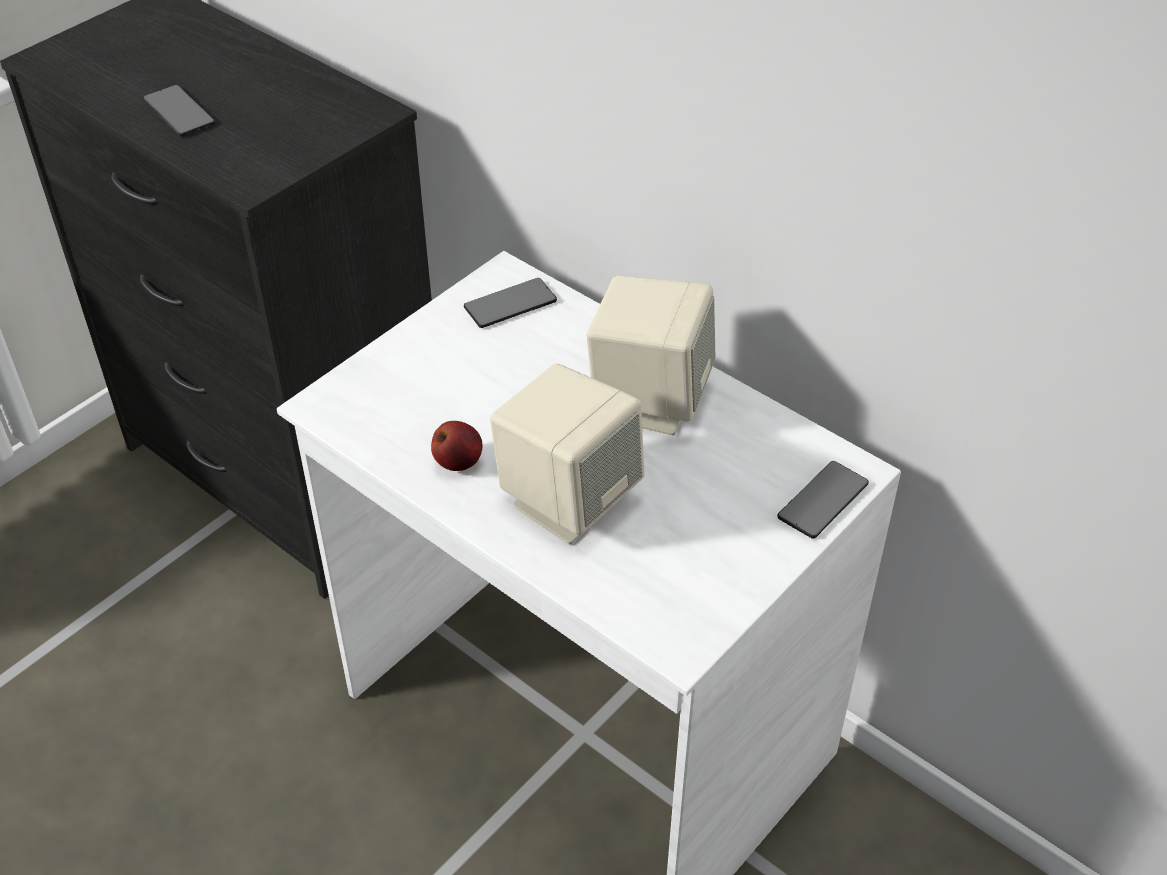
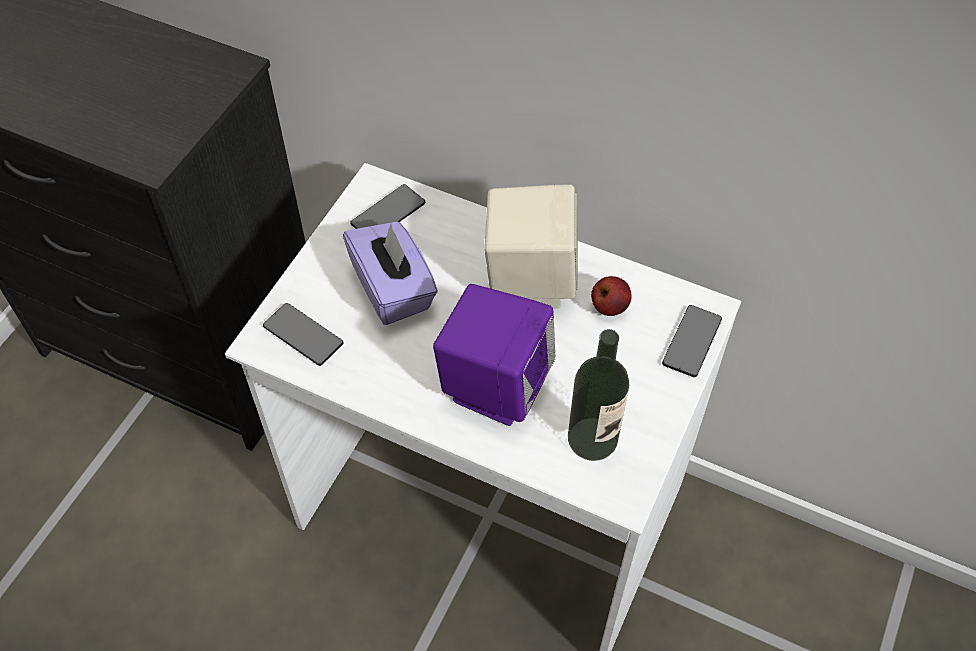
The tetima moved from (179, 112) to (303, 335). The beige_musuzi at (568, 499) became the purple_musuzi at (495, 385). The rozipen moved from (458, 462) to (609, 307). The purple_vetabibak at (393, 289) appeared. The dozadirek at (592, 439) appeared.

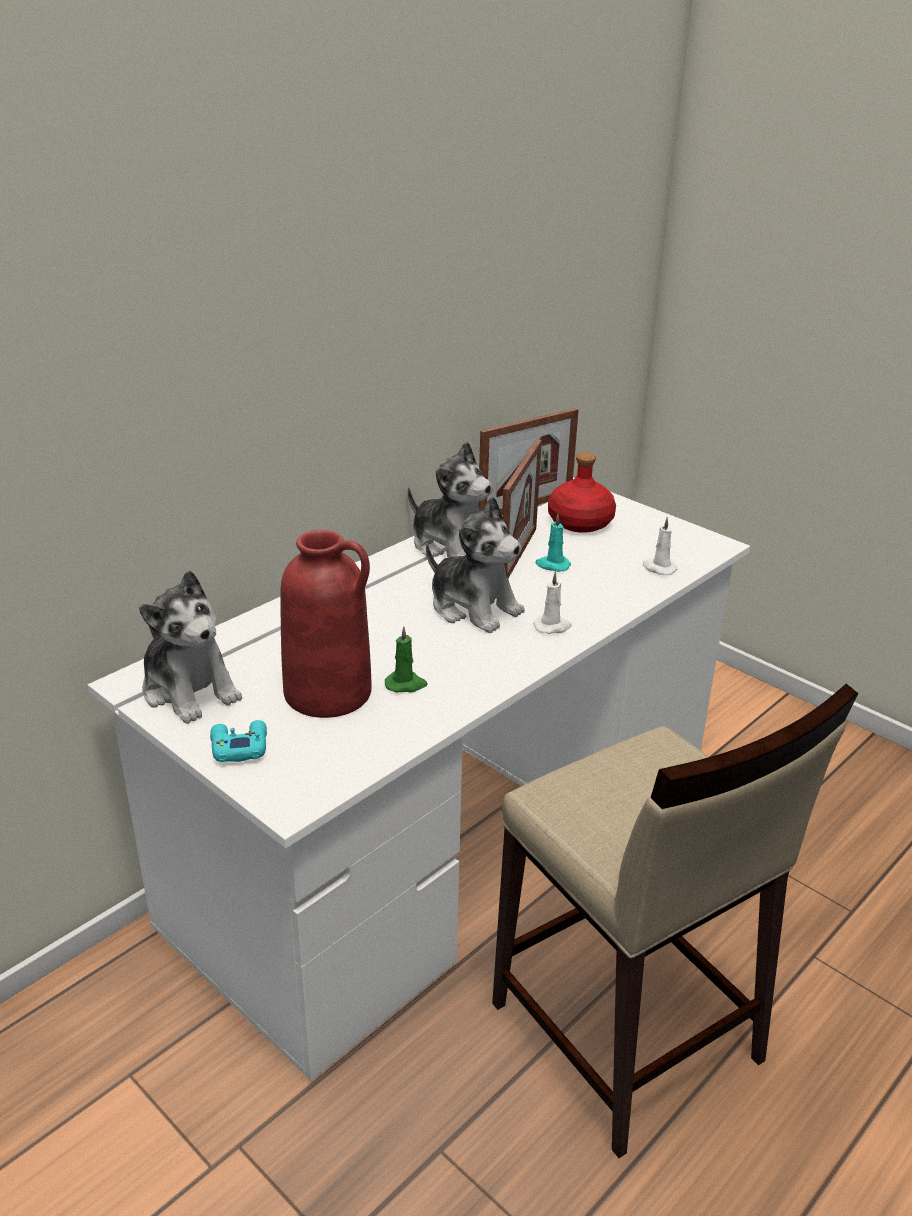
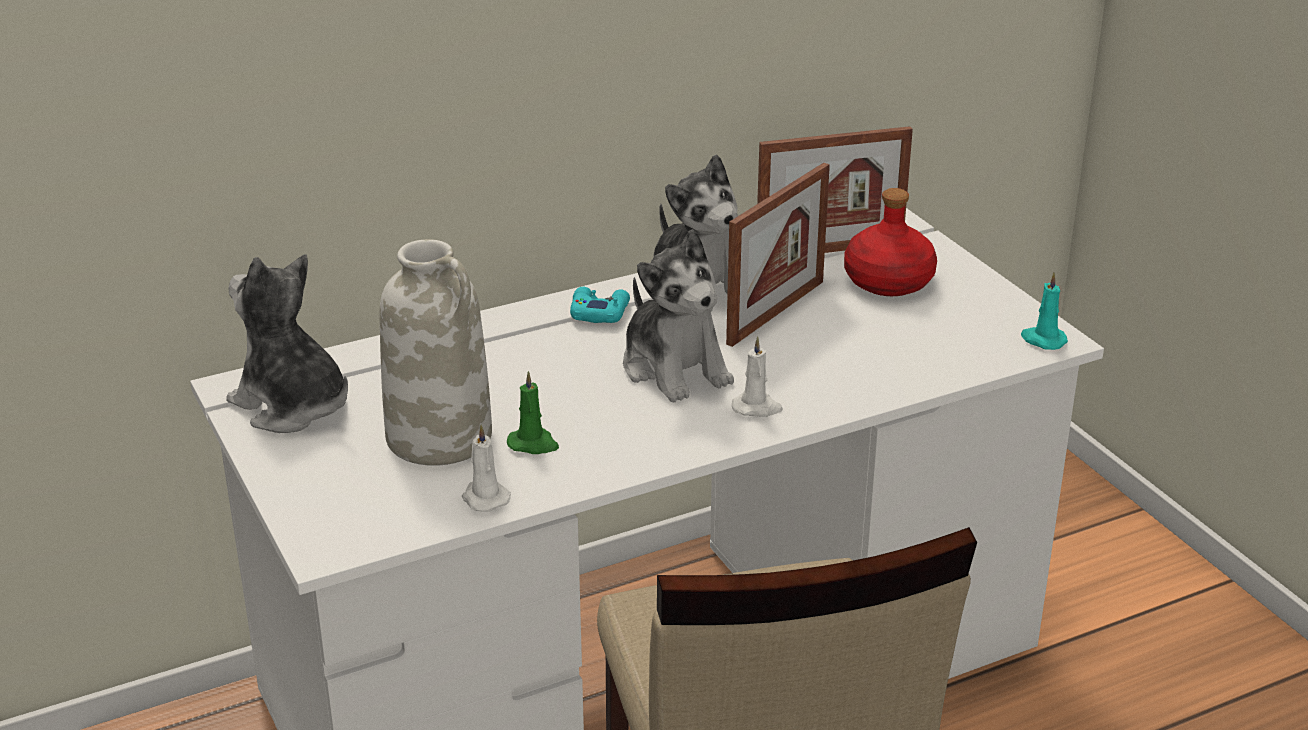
The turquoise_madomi moved from (552, 565) to (1042, 340). The white_madomi moved from (658, 568) to (484, 498). The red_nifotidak at (329, 692) became the white_nifotidak at (441, 437). The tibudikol at (190, 690) turned 150 degrees clockwise. The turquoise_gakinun moved from (239, 747) to (599, 312).

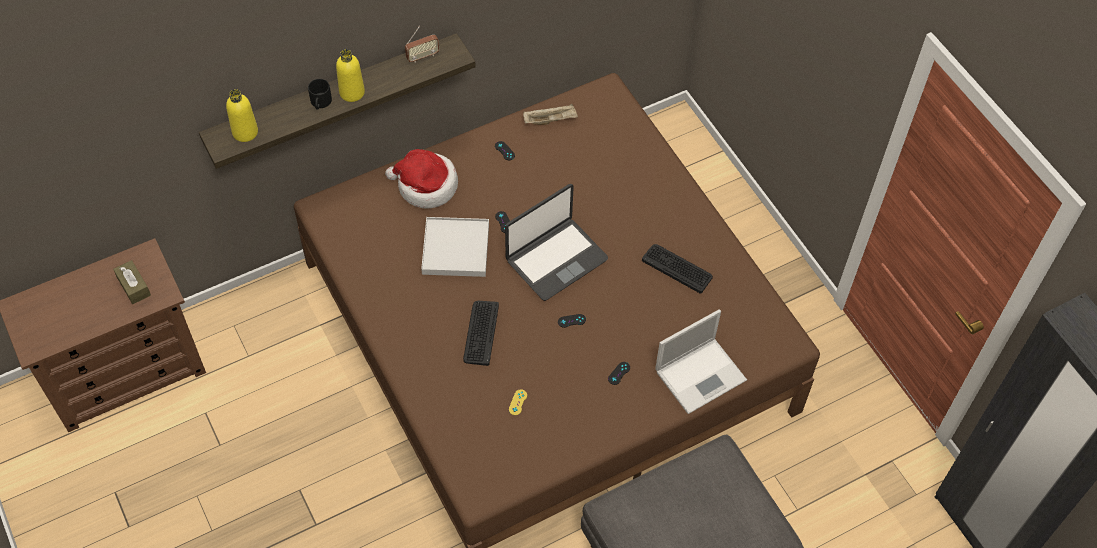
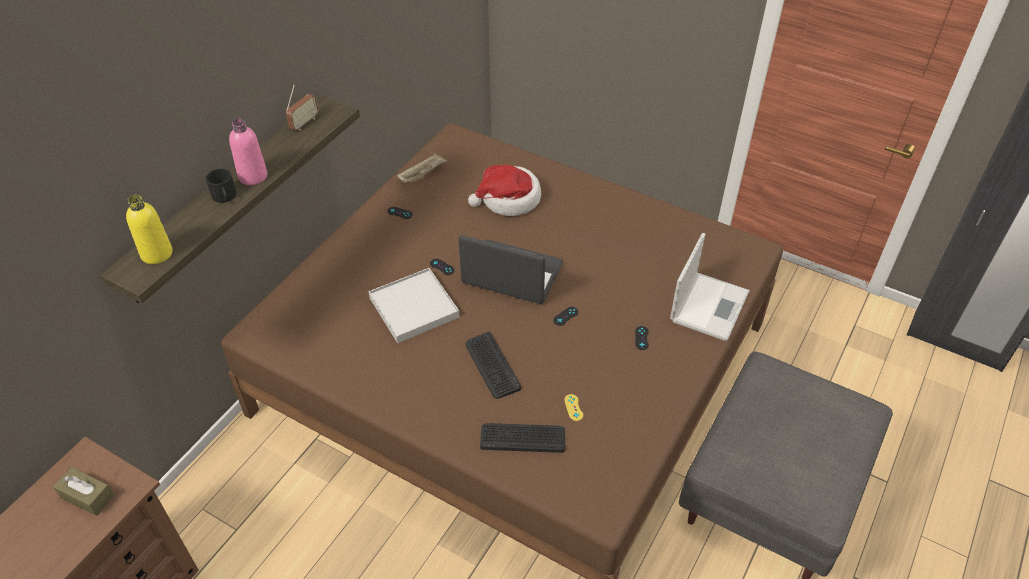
The yellow_dozadirek at (352, 92) became the pink_dozadirek at (253, 176). The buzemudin moved from (425, 186) to (508, 199). The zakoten at (556, 259) turned 90 degrees counterclockwise. The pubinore moved from (677, 268) to (522, 438).

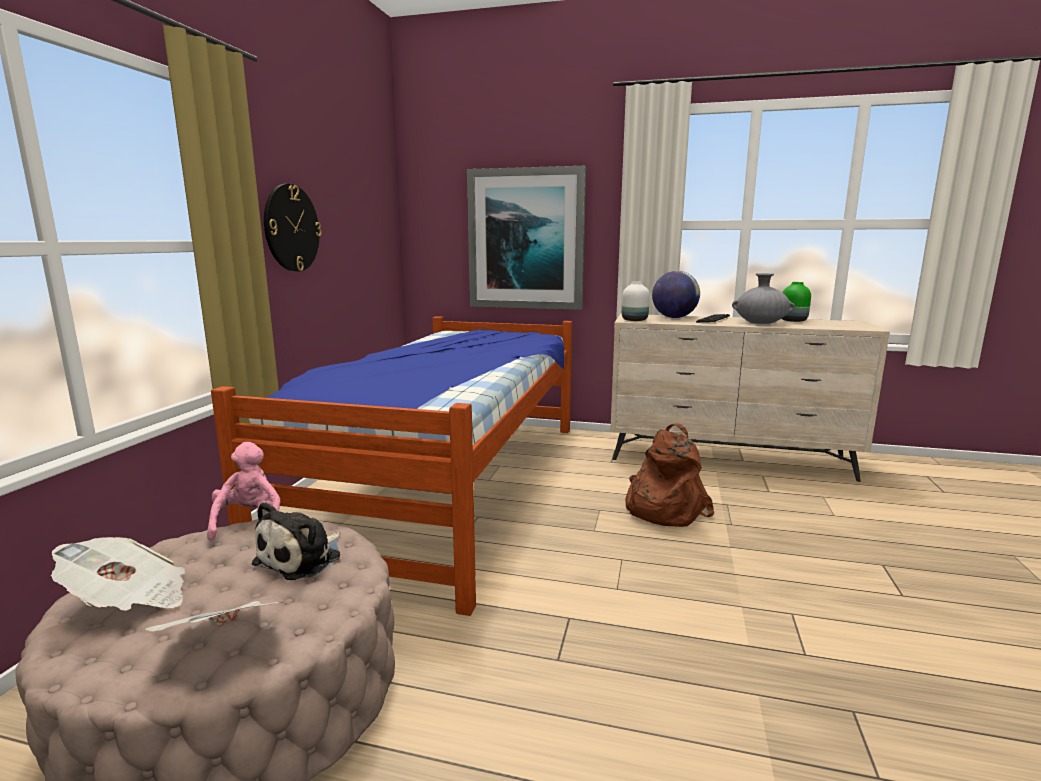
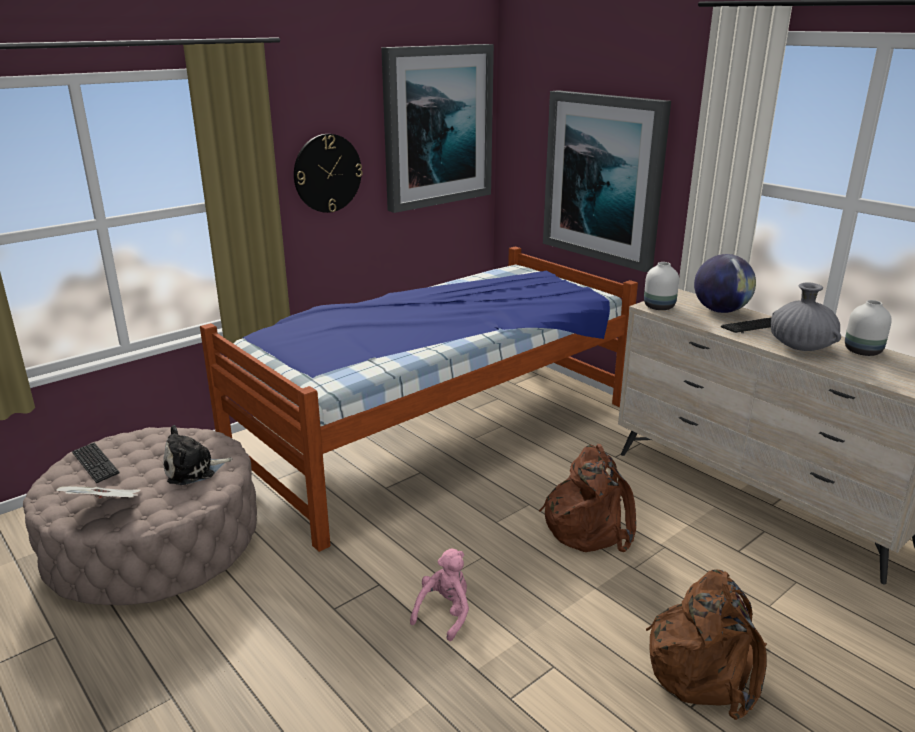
The green_nifotidak at (793, 320) became the white_nifotidak at (863, 351). The pink_tibudikol moved from (249, 523) to (445, 613). The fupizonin at (130, 600) was replaced by the pubinore at (95, 464). The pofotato at (437, 126) appeared. The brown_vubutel at (706, 667) appeared.

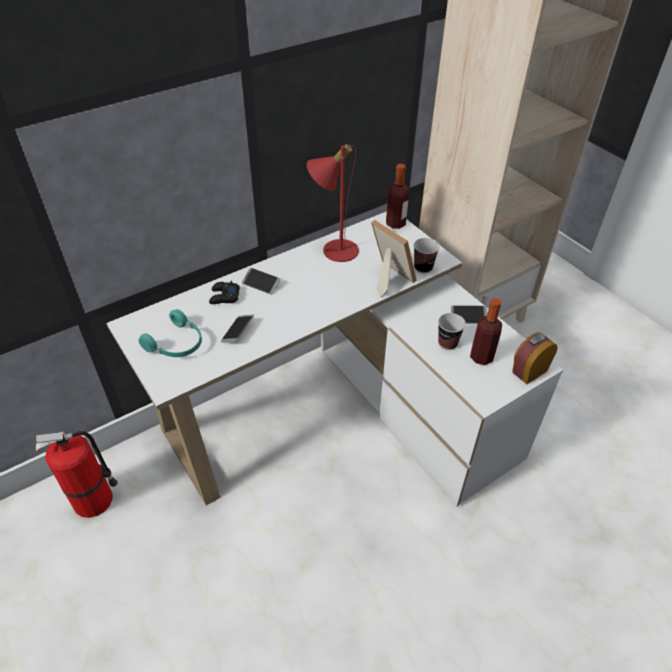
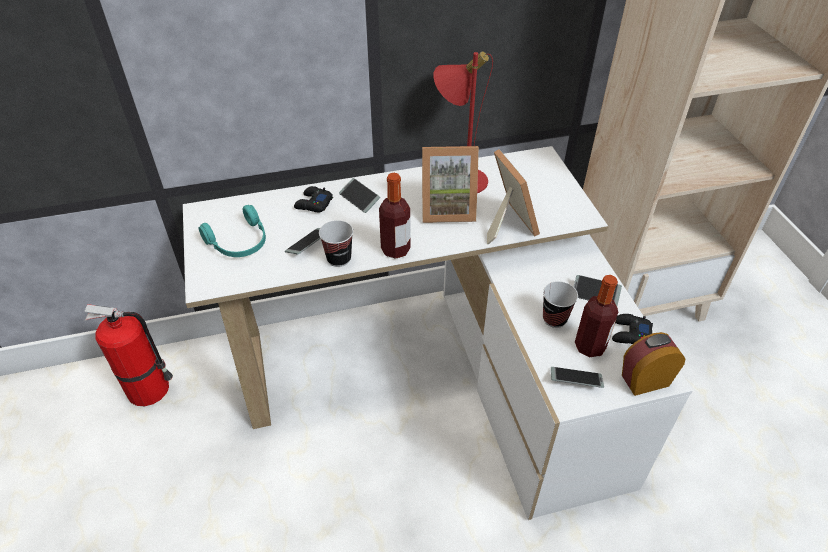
The dozadirek moved from (395, 223) to (395, 249). The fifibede moved from (423, 268) to (339, 259). The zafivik at (447, 209) appeared. The black_gakinun at (630, 334) appeared. The tetima at (575, 380) appeared.

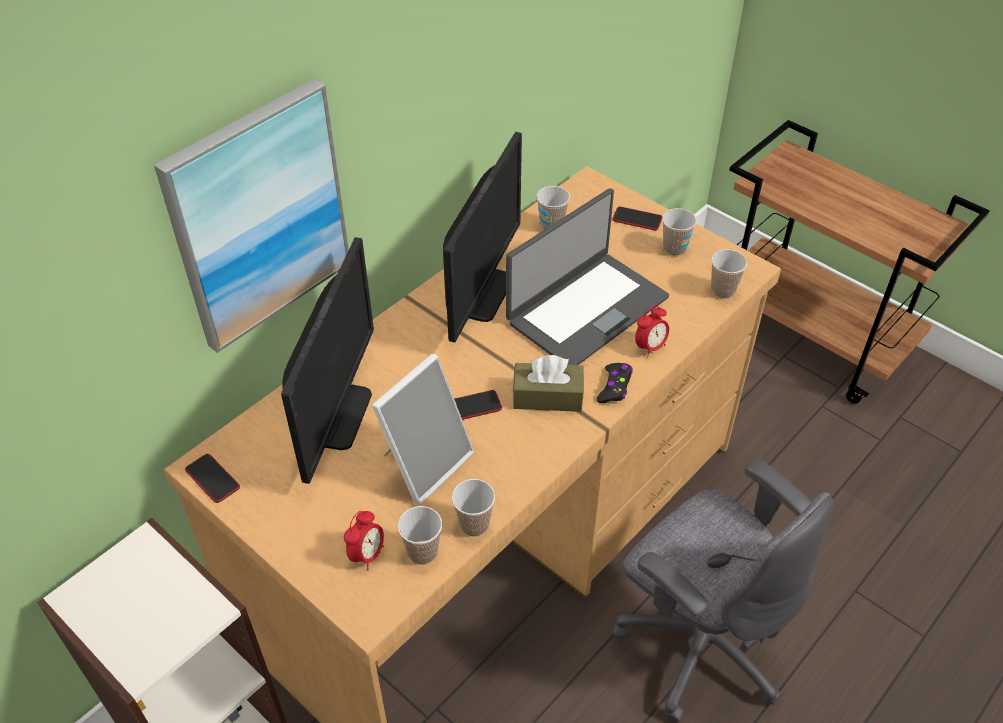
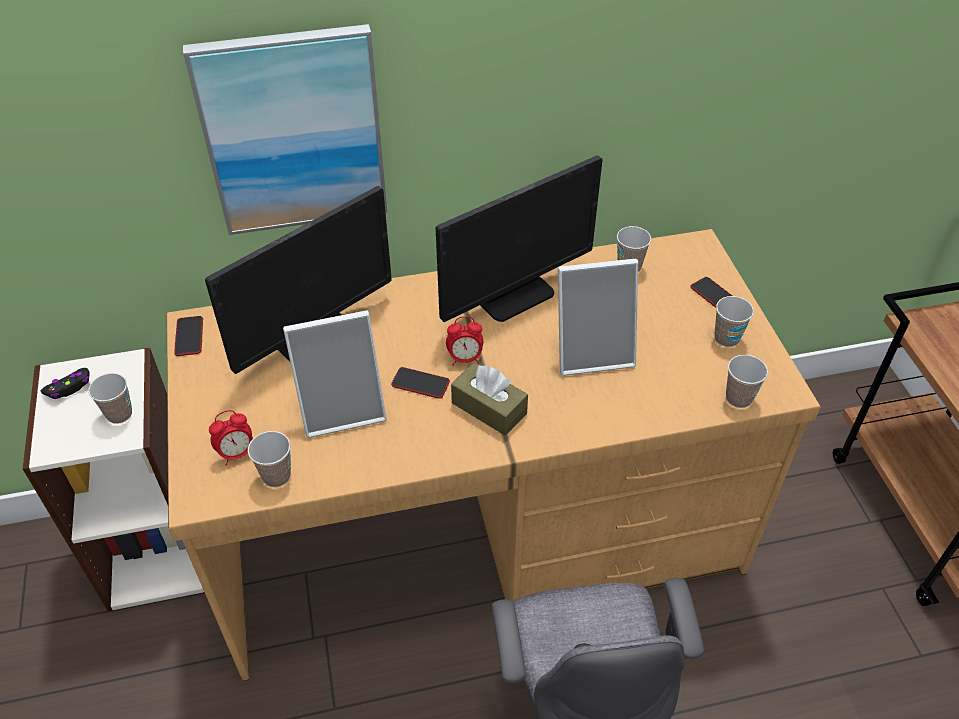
The zakoten at (586, 309) was replaced by the zafivik at (592, 352). The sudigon moved from (650, 347) to (465, 359). The black_gakinun moved from (614, 387) to (69, 387). The fifibede moved from (474, 524) to (119, 414).

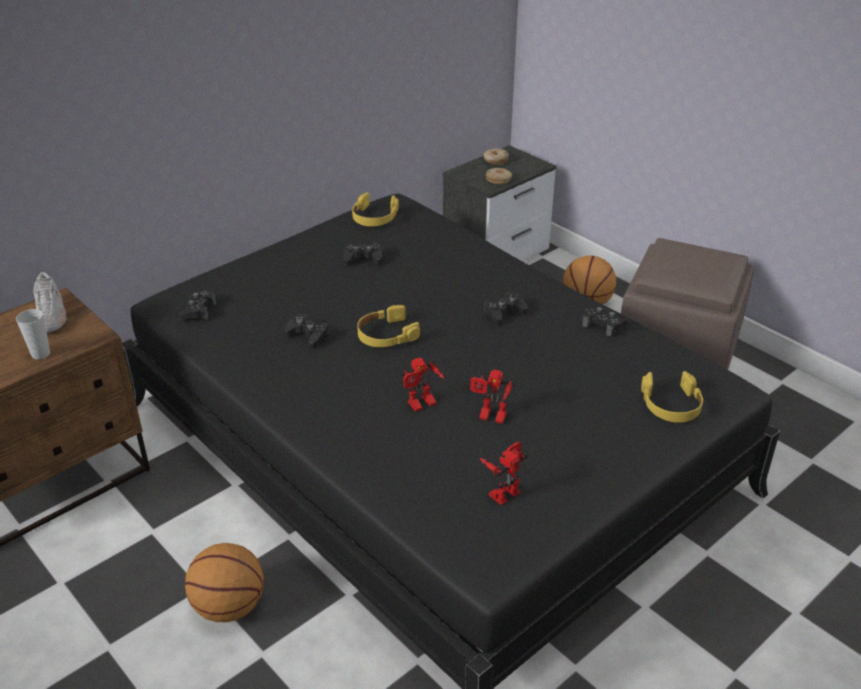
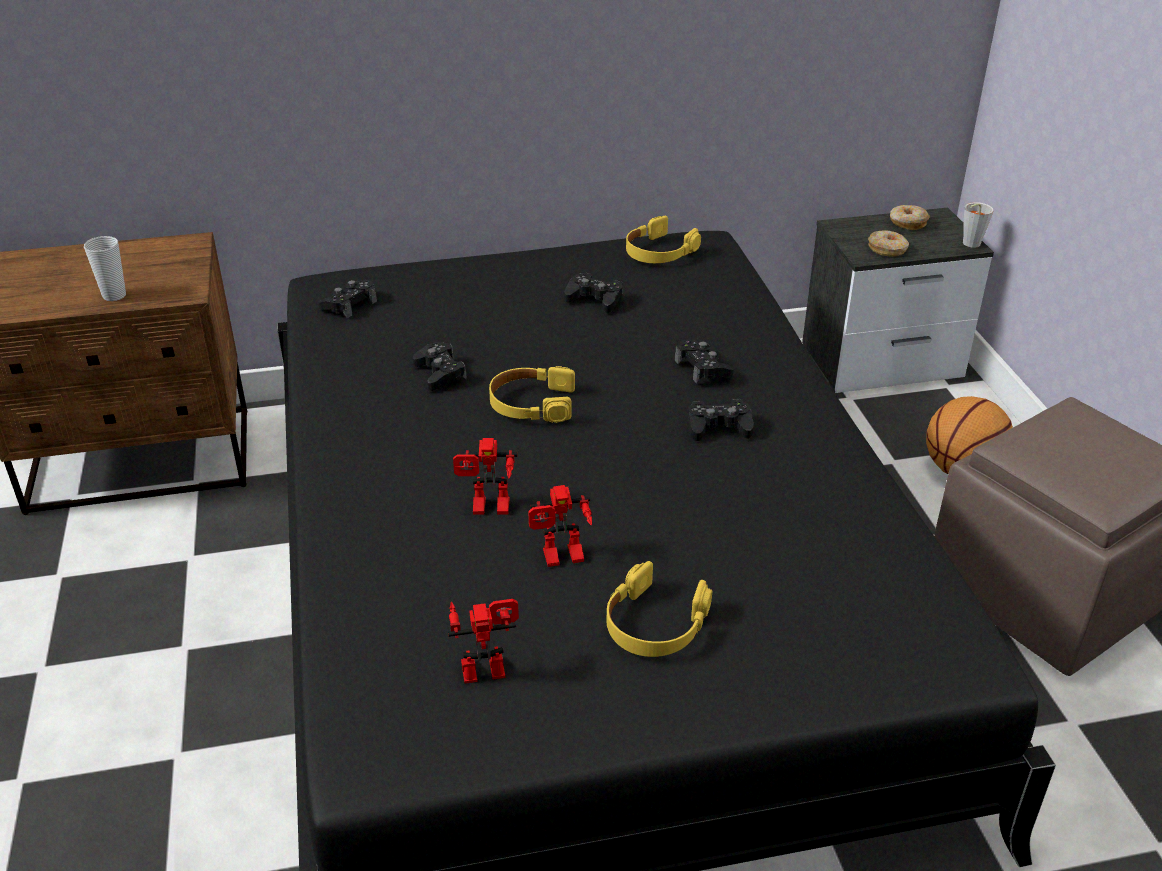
The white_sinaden at (51, 316) disappeared. The black_gakinun moved from (602, 325) to (702, 368). The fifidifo at (490, 418) turned 60 degrees counterclockwise. The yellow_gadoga moved from (671, 405) to (654, 624). The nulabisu at (230, 606) disappeared. The grey_fifibede at (968, 244) appeared.

